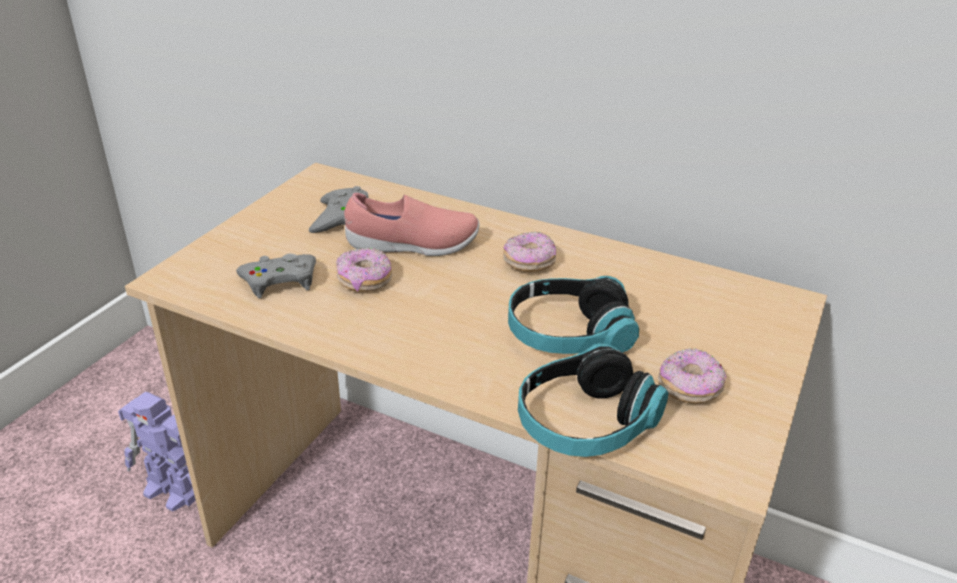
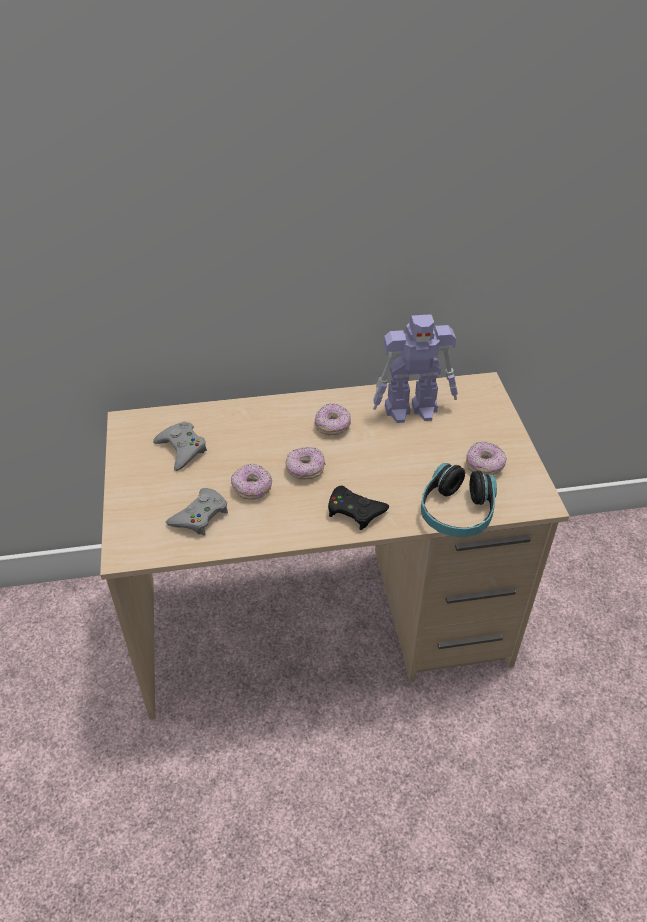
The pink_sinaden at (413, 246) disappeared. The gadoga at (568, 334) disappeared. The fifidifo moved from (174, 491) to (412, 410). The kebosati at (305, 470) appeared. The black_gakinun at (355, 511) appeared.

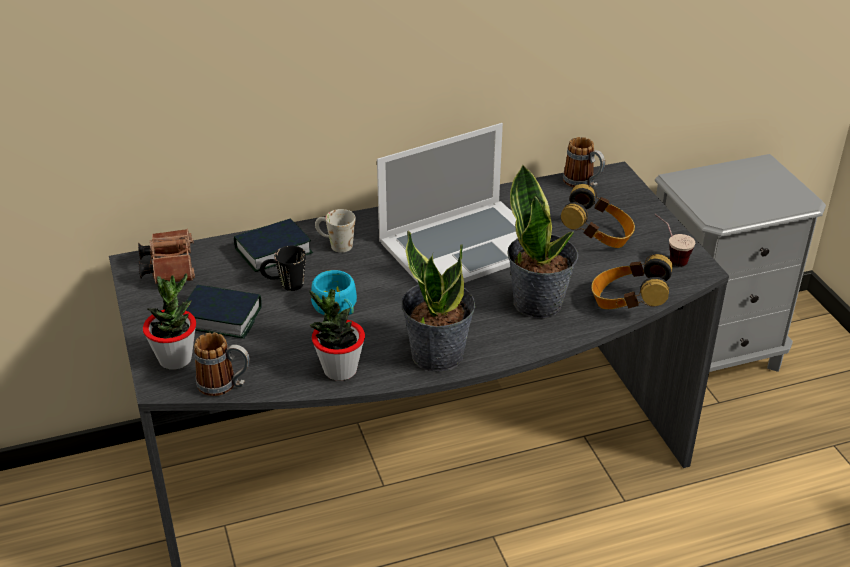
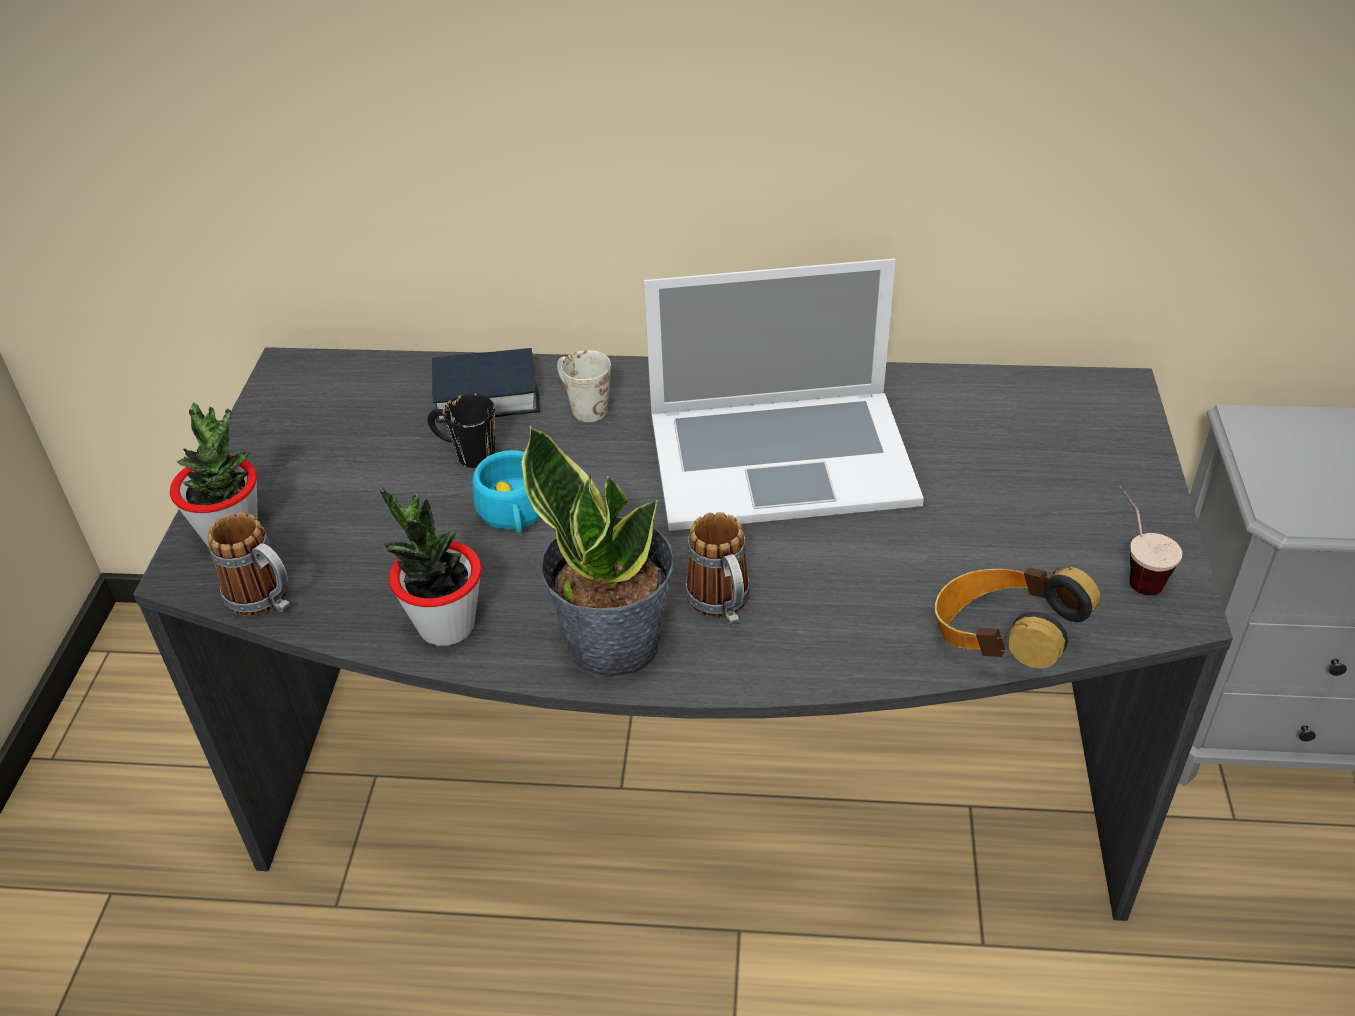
The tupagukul moved from (583, 183) to (722, 606). The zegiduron at (538, 302) disappeared. The gadoga at (597, 237) disappeared. The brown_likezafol at (170, 267) disappeared. The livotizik at (221, 317) disappeared.

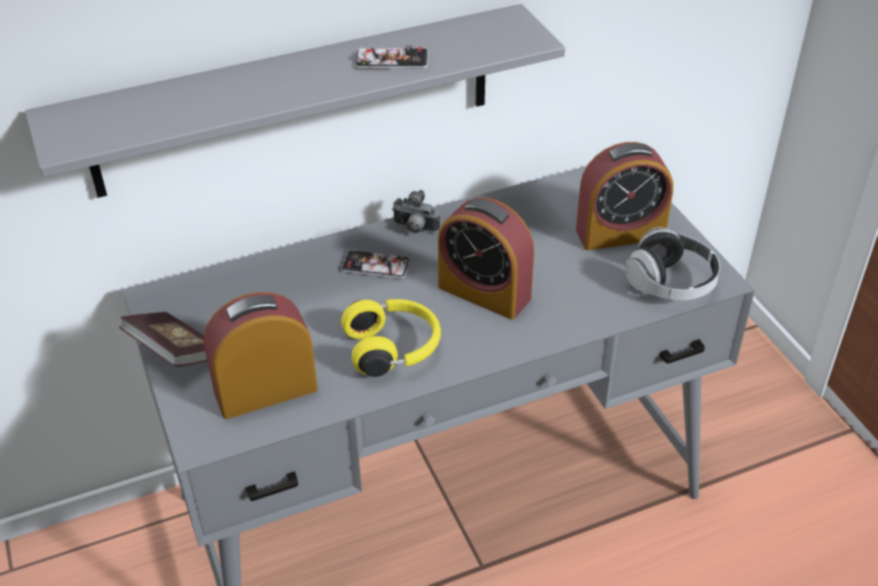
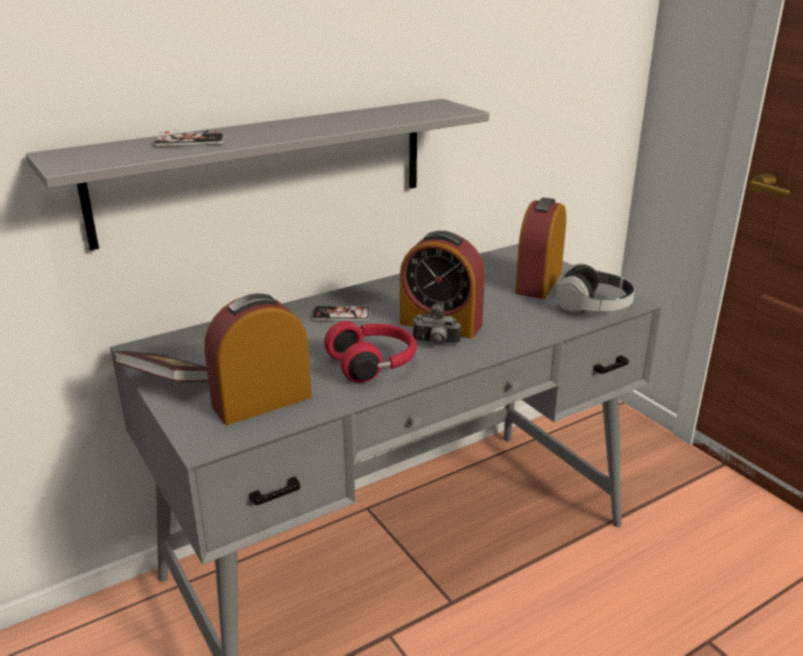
The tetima moved from (391, 60) to (189, 142). The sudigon at (620, 233) turned 135 degrees clockwise. The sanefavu moved from (414, 229) to (435, 344). The yellow_gadoga at (394, 348) became the red_gadoga at (374, 364).

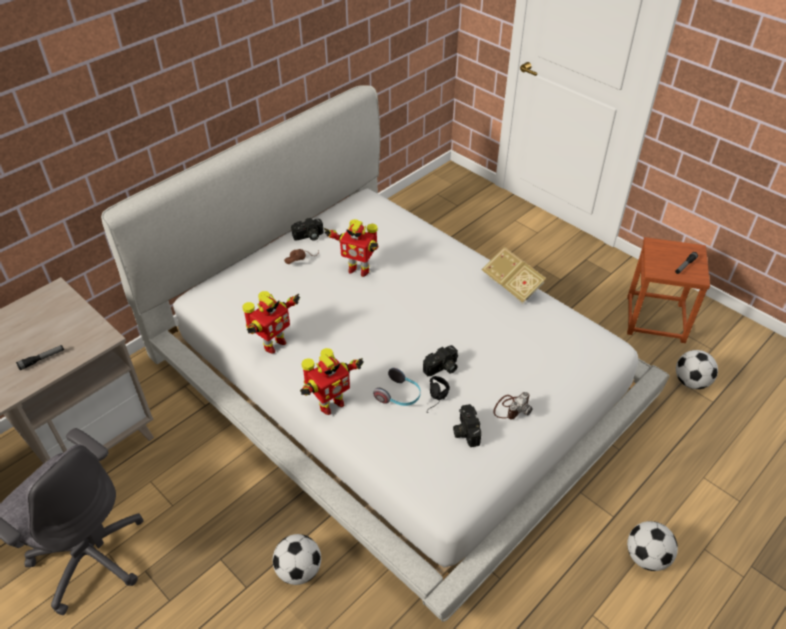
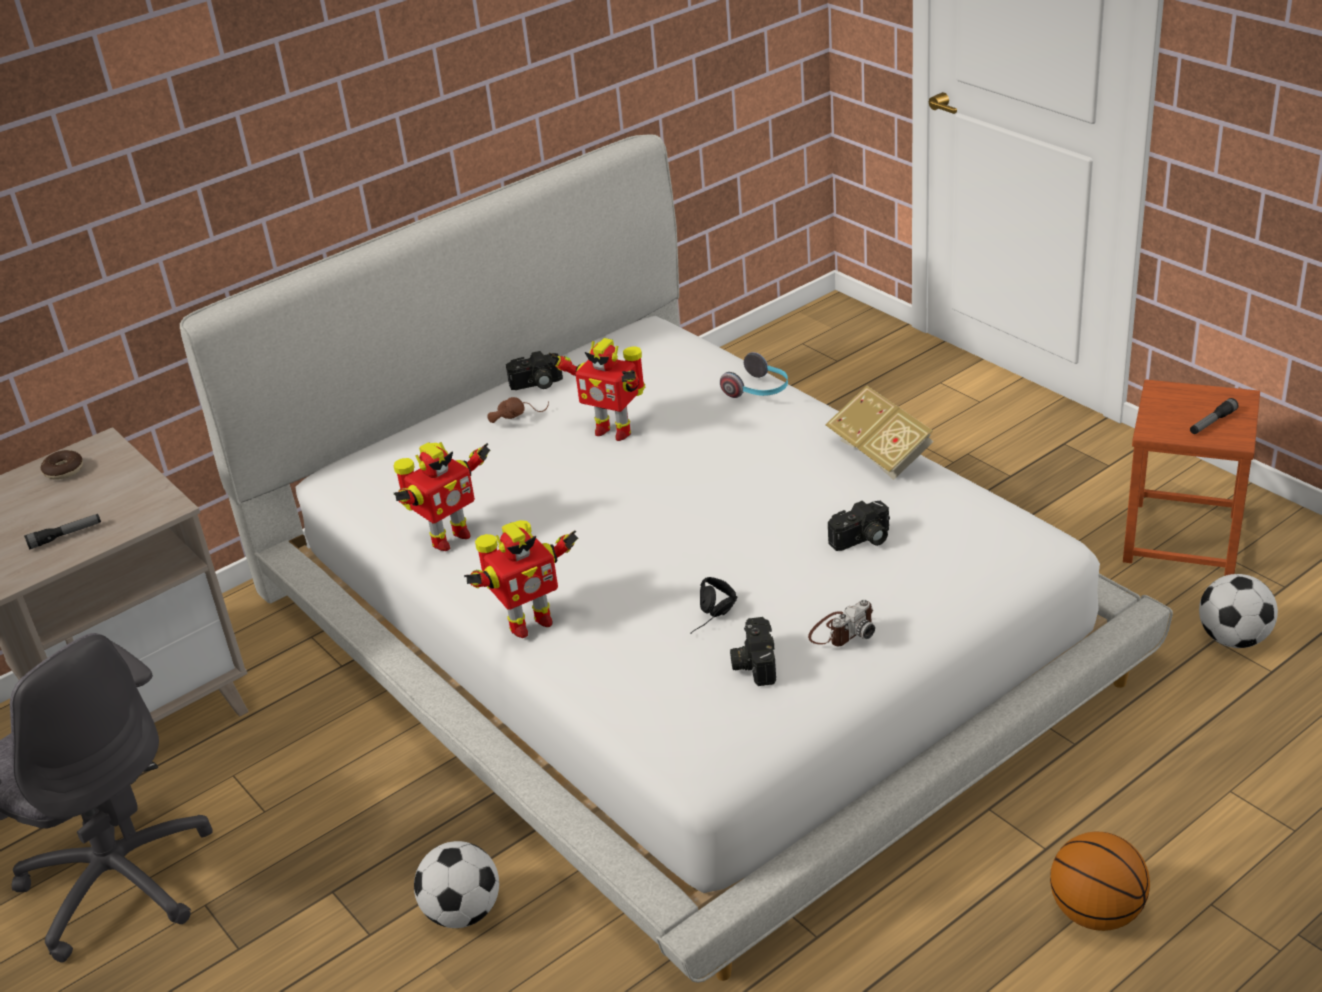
The sanefavu moved from (442, 368) to (862, 540). The gadoga moved from (399, 396) to (758, 391). The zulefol at (646, 557) was replaced by the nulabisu at (1096, 913). The kebosati at (64, 471) appeared.

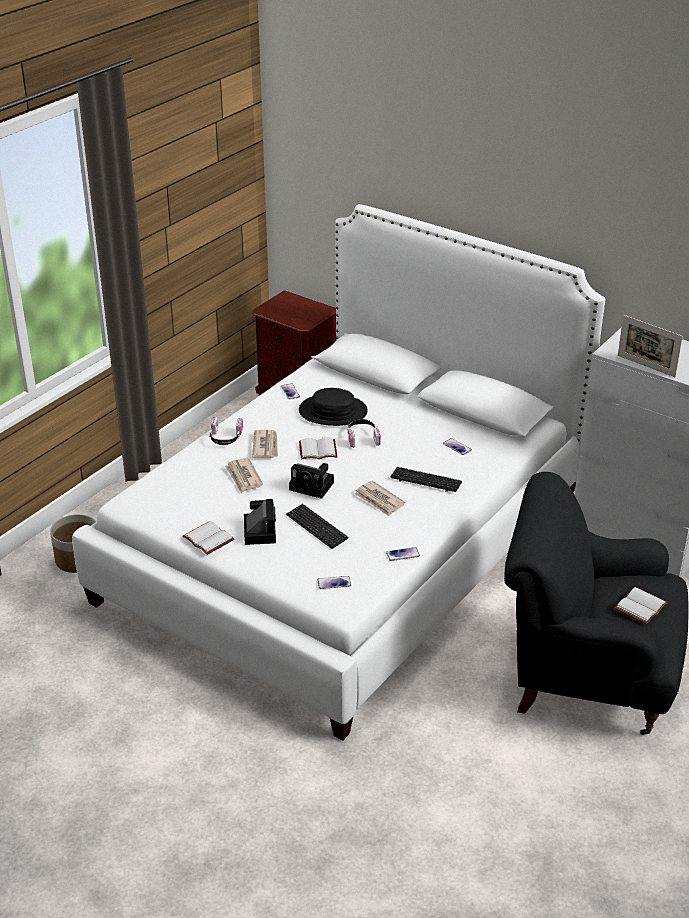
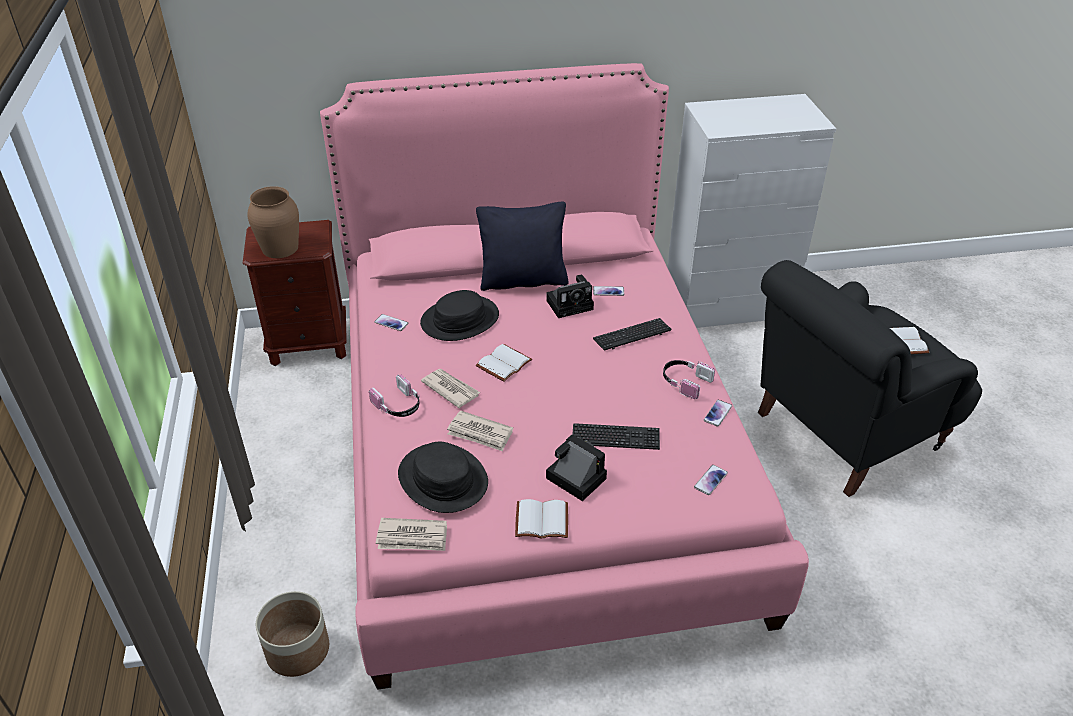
The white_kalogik at (343, 546) became the pink_kalogik at (535, 451). The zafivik at (646, 366) disappeared. The gadoga moved from (362, 437) to (685, 382). The sanefavu moved from (313, 486) to (571, 304). The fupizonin moved from (379, 500) to (412, 537). The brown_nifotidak at (280, 248) appeared. The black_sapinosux at (523, 281) appeared. The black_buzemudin at (442, 479) appeared.

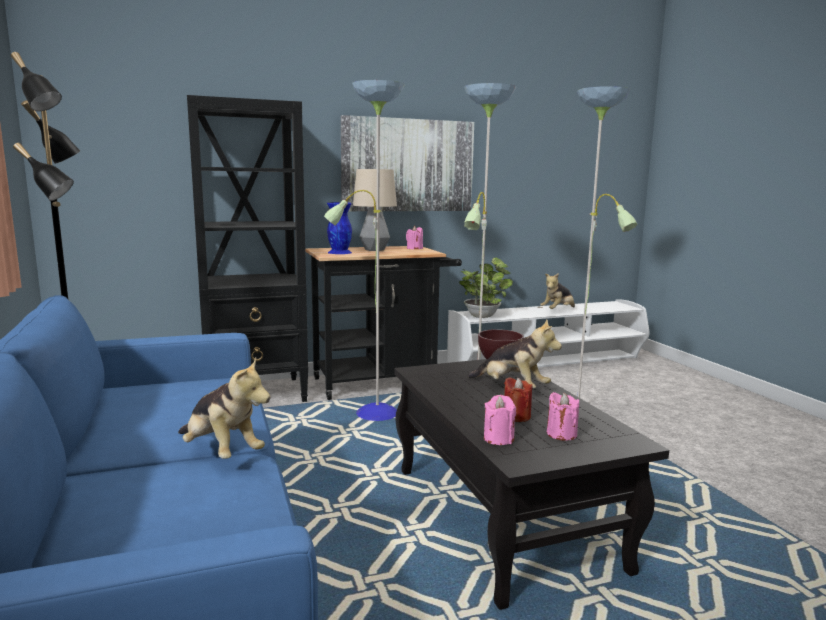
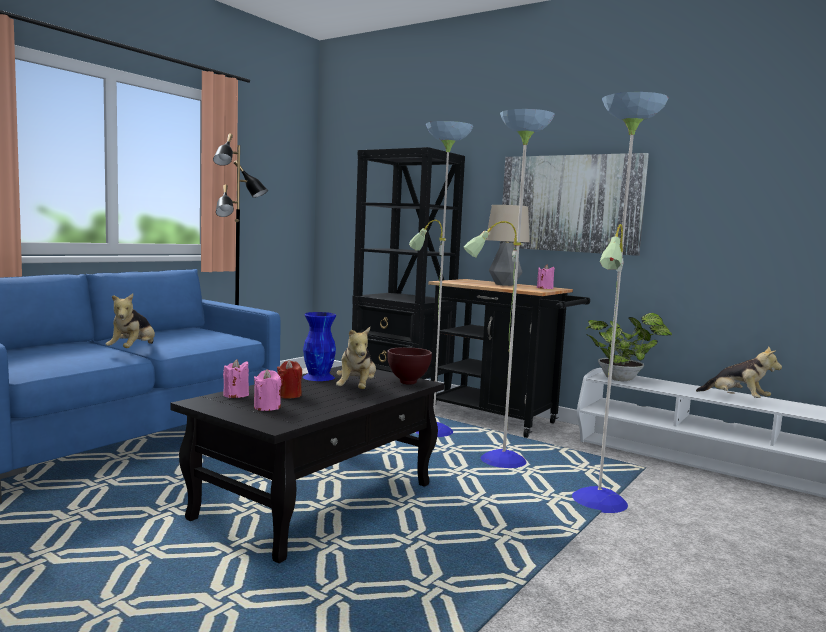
The blue_nifotidak moved from (340, 252) to (319, 377). The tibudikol at (558, 311) turned 150 degrees counterclockwise.

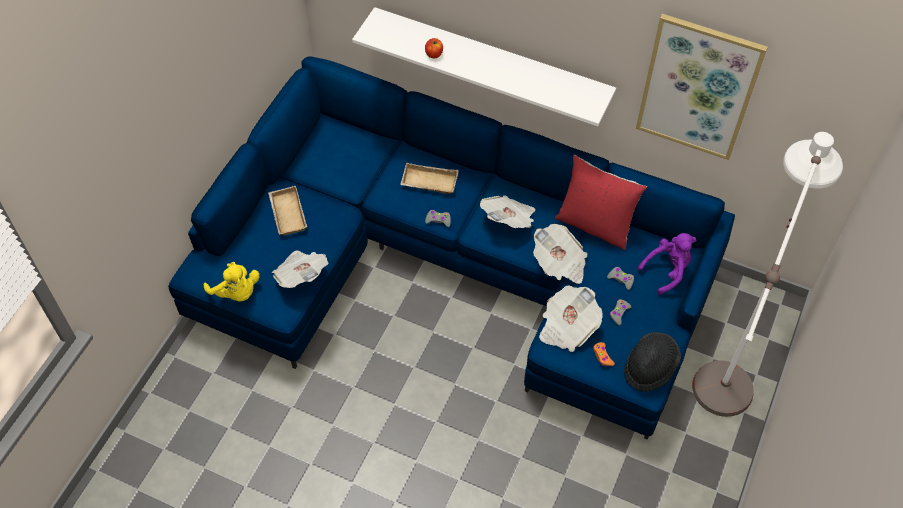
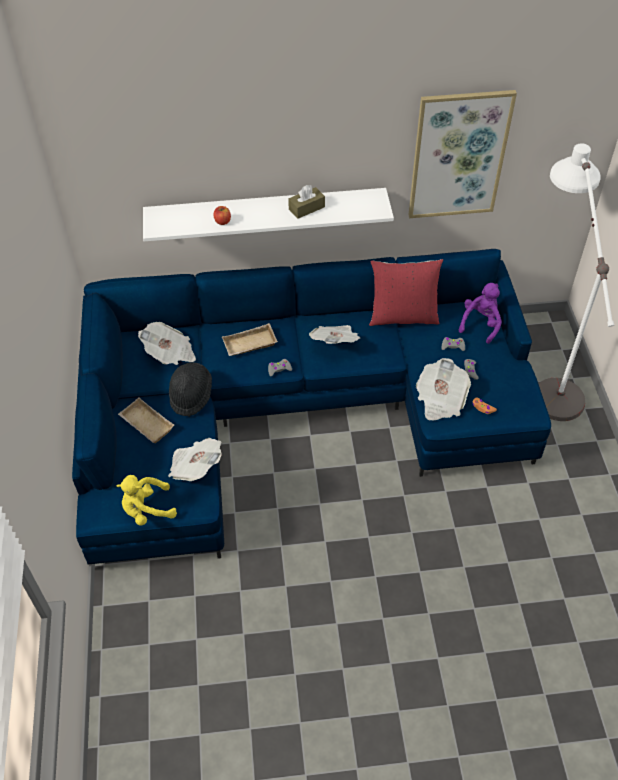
The fupizonin moved from (559, 263) to (170, 354). The yellow_tibudikol at (236, 292) turned 150 degrees clockwise. The black_buzemudin moved from (650, 367) to (191, 395). The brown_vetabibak at (306, 208) appeared.

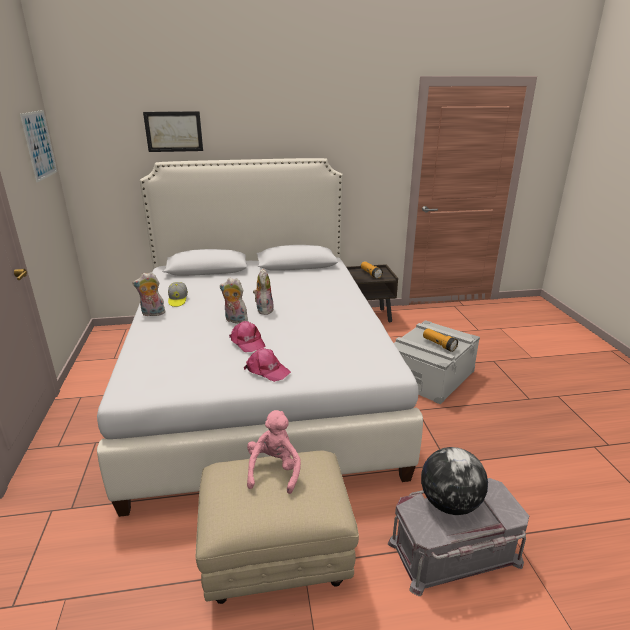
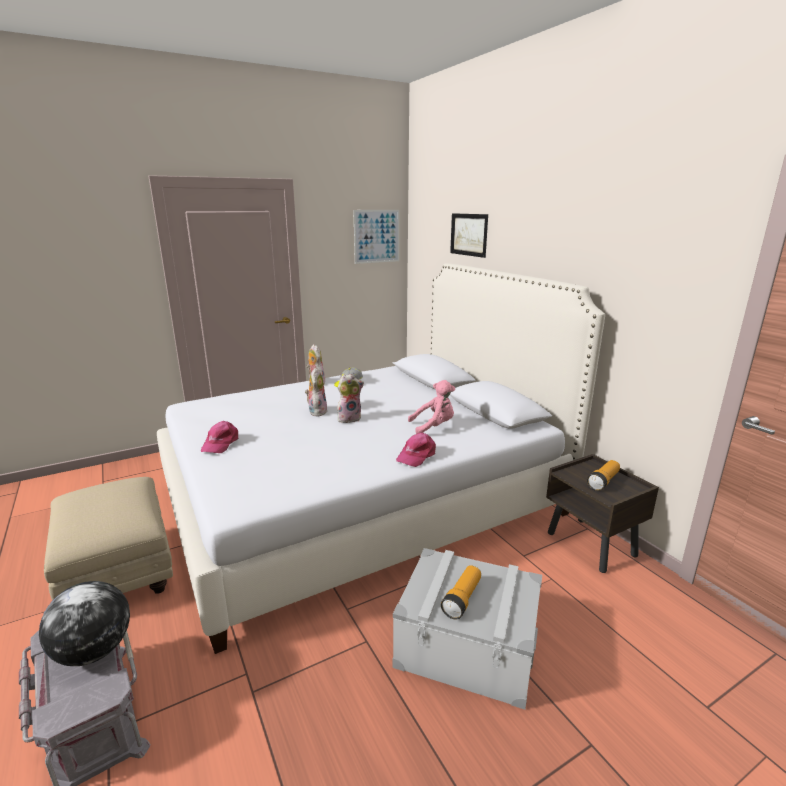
The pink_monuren moved from (247, 342) to (416, 455). The pink_tibudikol moved from (274, 470) to (434, 427).

